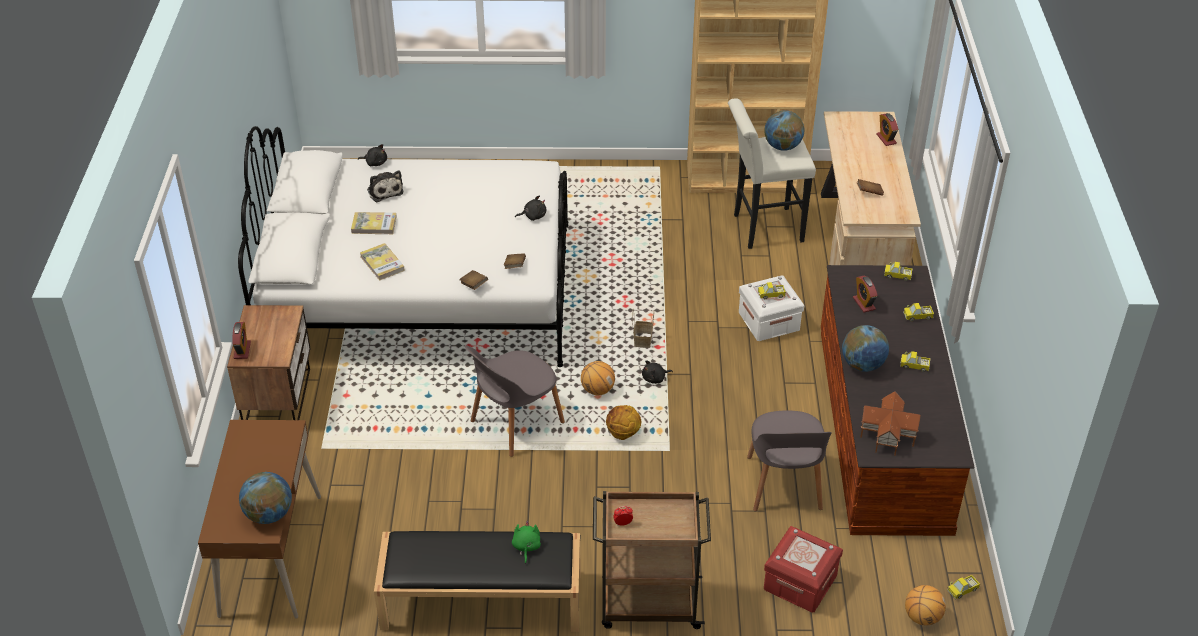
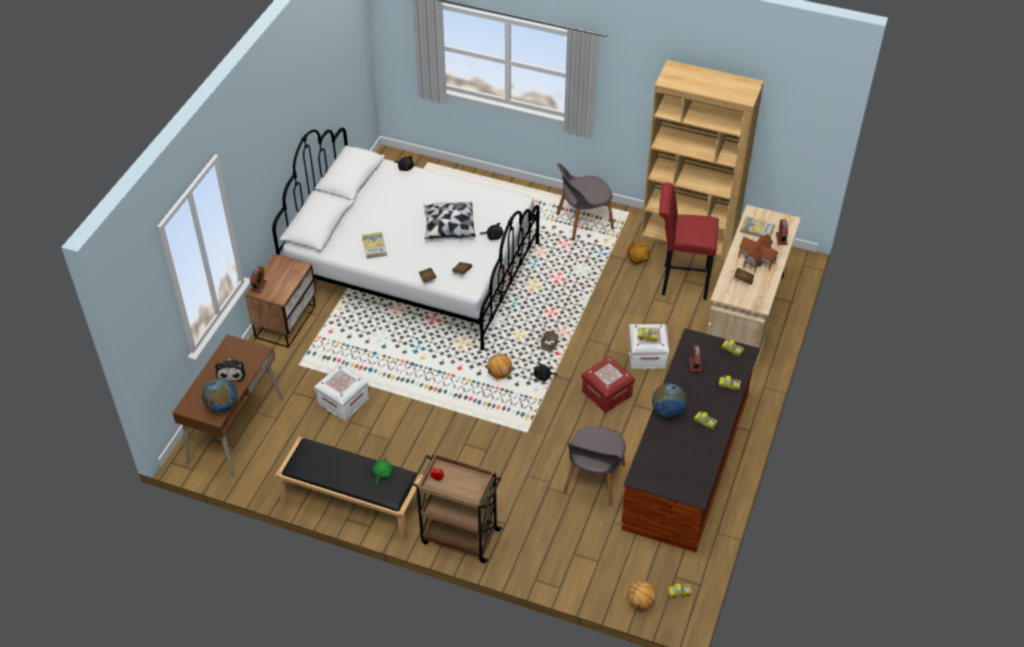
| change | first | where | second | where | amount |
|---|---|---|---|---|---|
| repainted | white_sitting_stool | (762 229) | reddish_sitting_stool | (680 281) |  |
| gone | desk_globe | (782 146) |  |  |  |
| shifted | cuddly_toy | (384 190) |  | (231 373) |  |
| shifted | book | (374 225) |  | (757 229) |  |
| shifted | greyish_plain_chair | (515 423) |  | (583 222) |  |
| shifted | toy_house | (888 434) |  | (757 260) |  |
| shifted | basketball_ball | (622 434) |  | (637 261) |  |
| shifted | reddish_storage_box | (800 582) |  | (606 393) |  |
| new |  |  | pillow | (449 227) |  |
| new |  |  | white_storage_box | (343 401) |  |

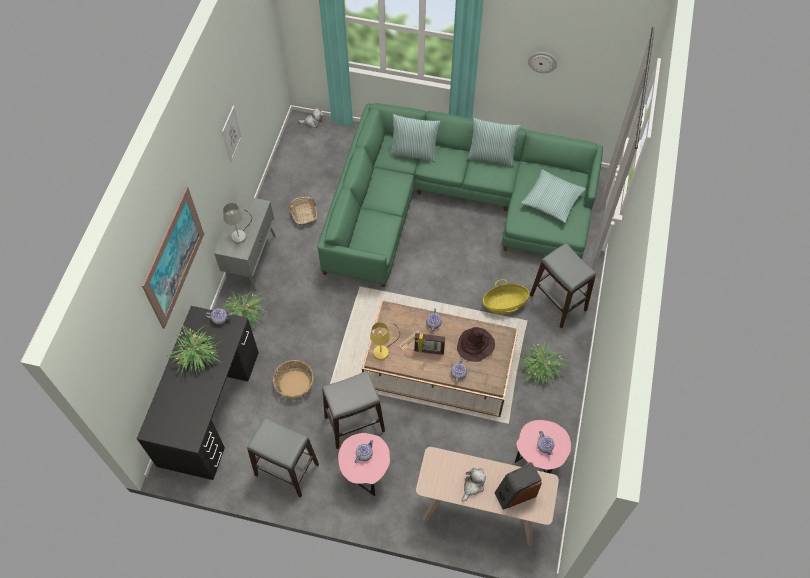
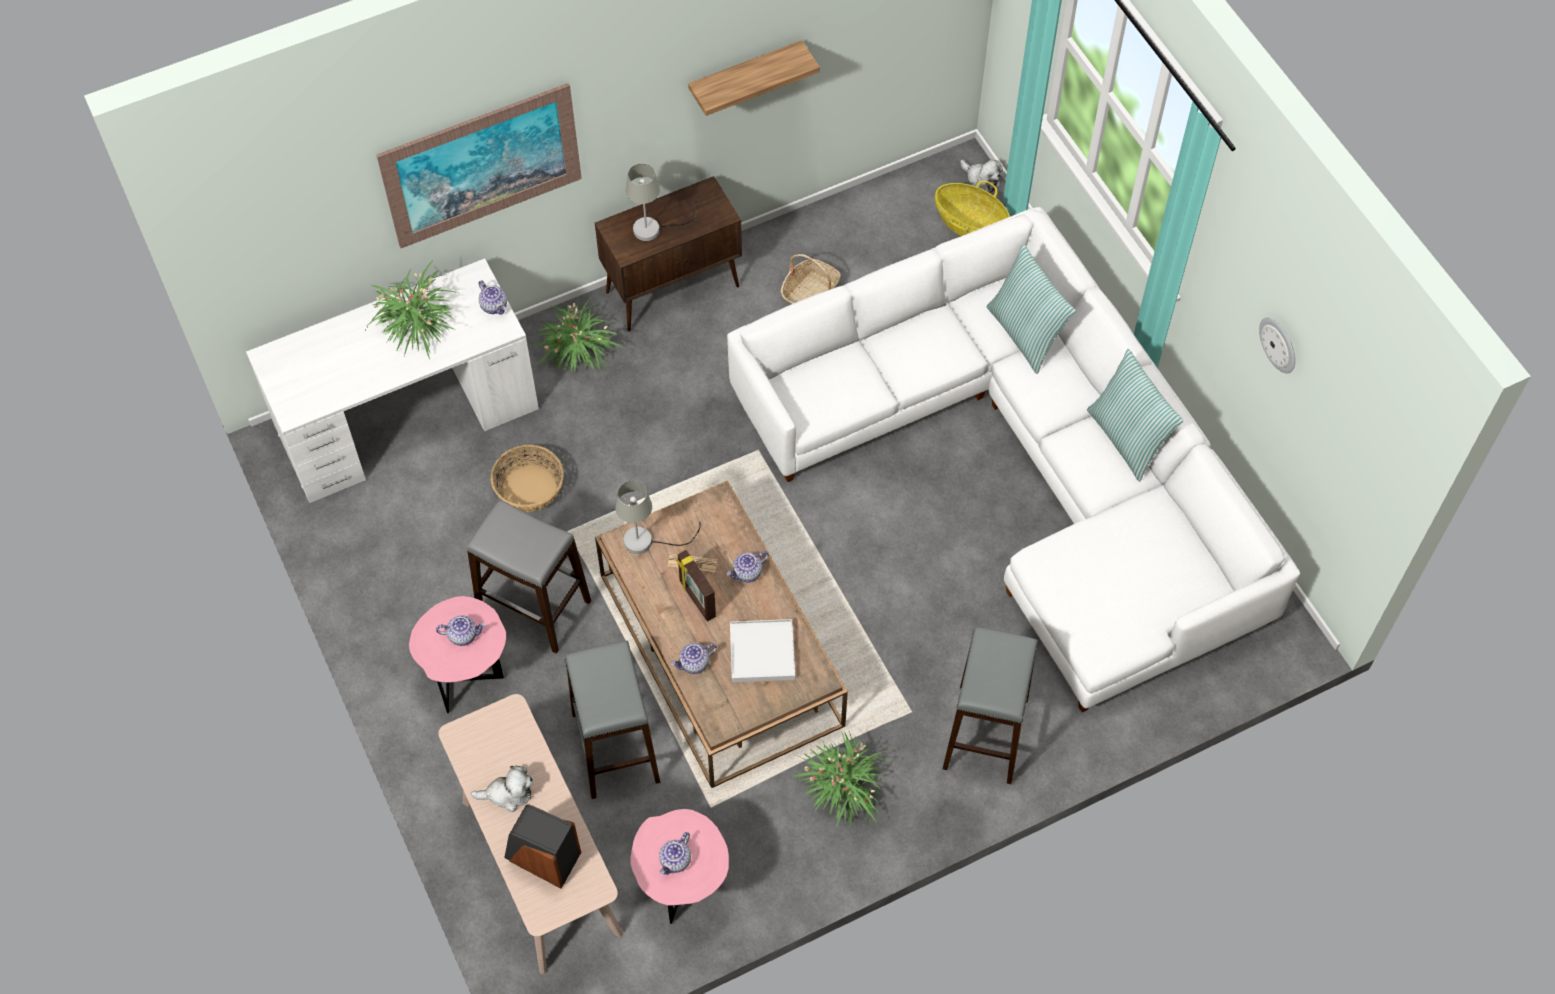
| change | first | where | second | where | amount |
|---|---|---|---|---|---|
| repainted | green-coloured_settee | (453 203) | white_settee | (1023 464) |  |
| swapped | wall_art | (231 134) | wall_shelf | (745 76) |  |
| gone | pillow | (552 200) |  |  |  |
| repainted | greyish_storage_cabinet | (252 260) | brown-coloured_storage_cabinet | (674 289) |  |
| shifted | household_basket | (504 304) |  | (970 224) |  |
| repainted | blackish_desk_unit | (210 407) | white_desk_unit | (408 417) |  |
| repainted | yellow-coloured_tabletop_lamp | (384 349) | greyish_tabletop_lamp | (647 541) |  |
| swapped | brown-coloured_clothing_hat | (475 345) | white_tray | (762 652) |  |
| shifted | greyish_sitting_stool | (286 470) |  | (615 747) |  |

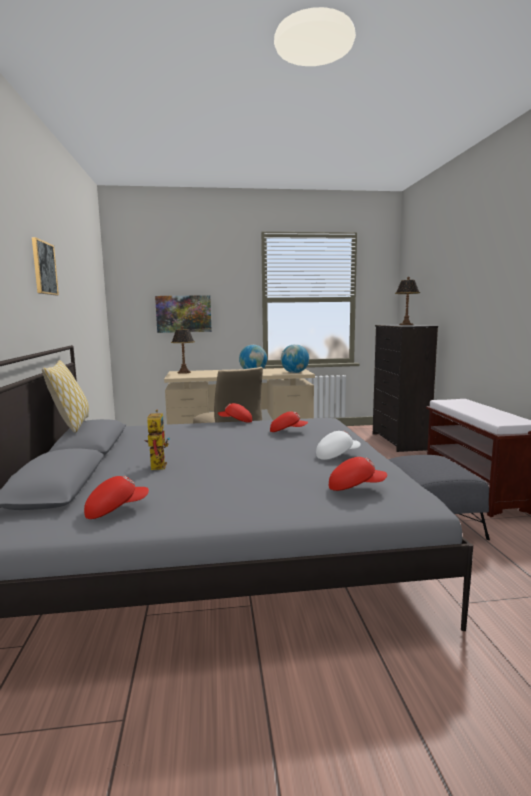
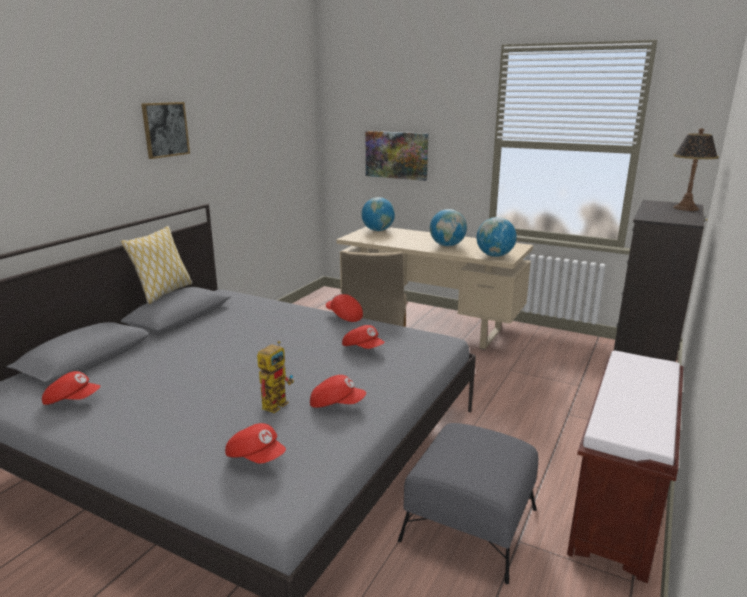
| change | first | where | second | where | amount |
|---|---|---|---|---|---|
| swapped | tabletop_lamp | (184 372) | desk_globe | (378 230) |  |
| shifted | toy_robot | (157 464) |  | (276 402) |  |
| repainted | white_cap | (337 455) | reddish_cap | (337 404) |  |

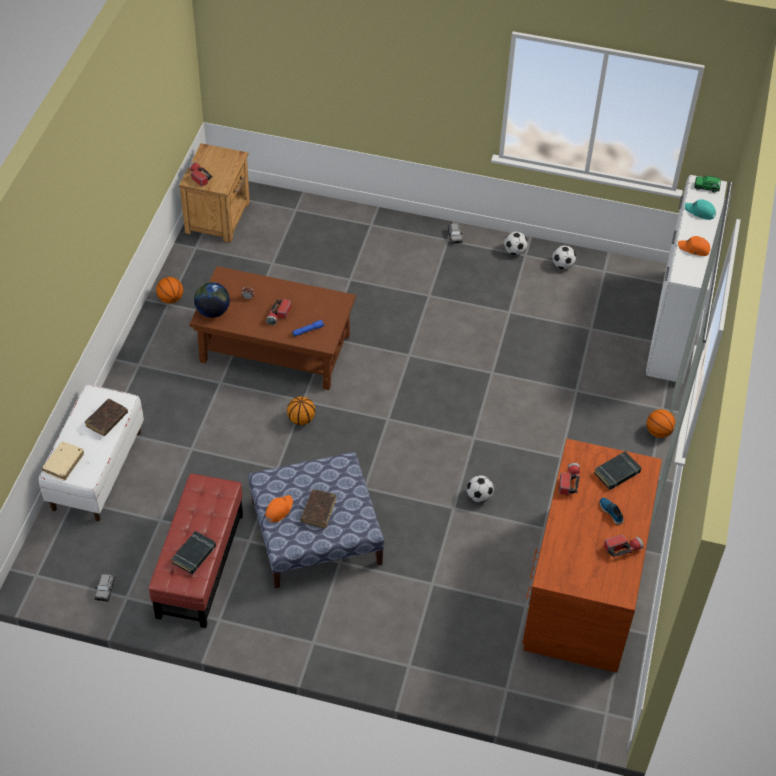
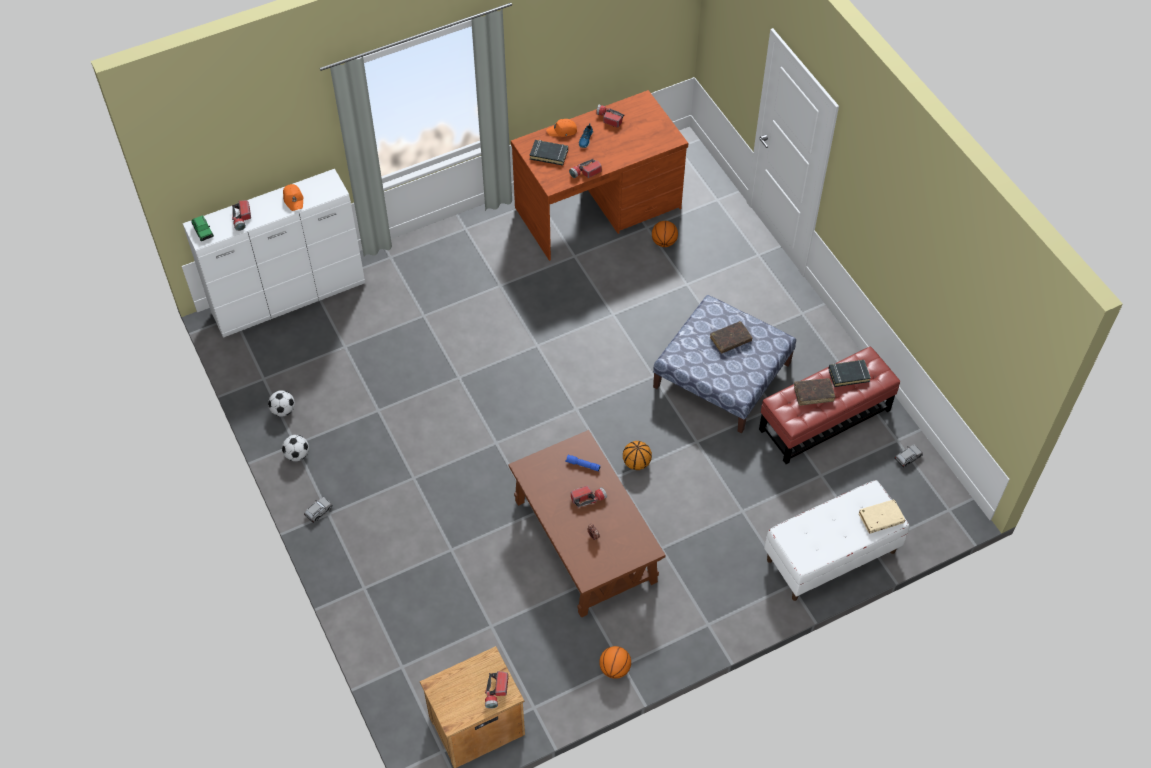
| change | first | where | second | where | amount |
|---|---|---|---|---|---|
| swapped | turquoise-coloured_cap | (700 212) | hand_torch | (242 219) |  |
| gone | desk_globe | (212 311) |  |  |  |
| shifted | brown-coloured_book | (107 420) |  | (813 394) |  |
| shifted | basketball_ball | (658 432) |  | (664 242) |  |
| gone | ball_for_football | (479 496) |  |  |  |
| shifted | orange-coloured_cap | (279 510) |  | (562 131) |  |

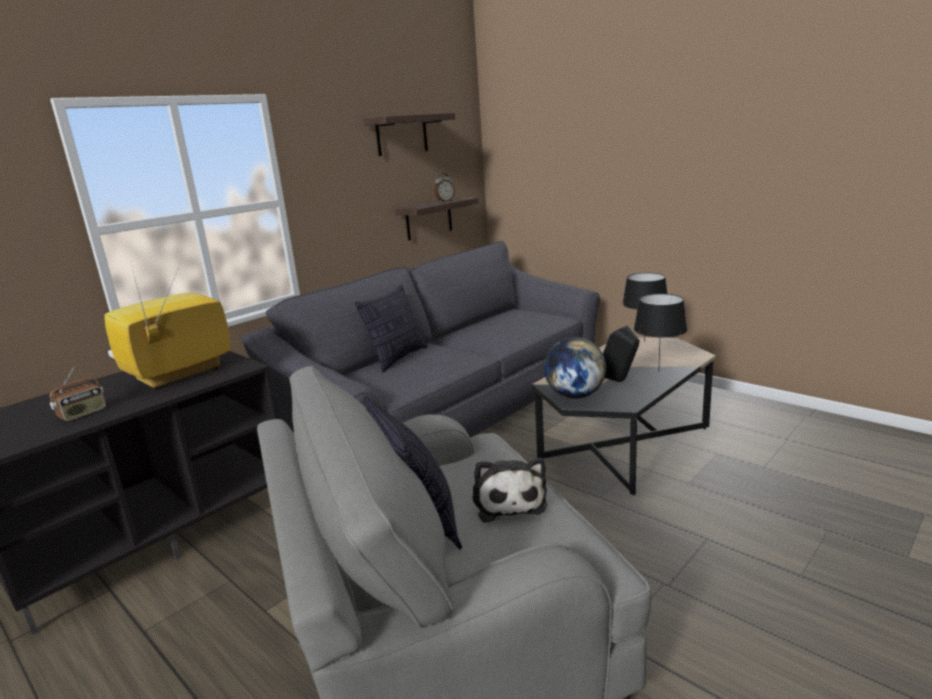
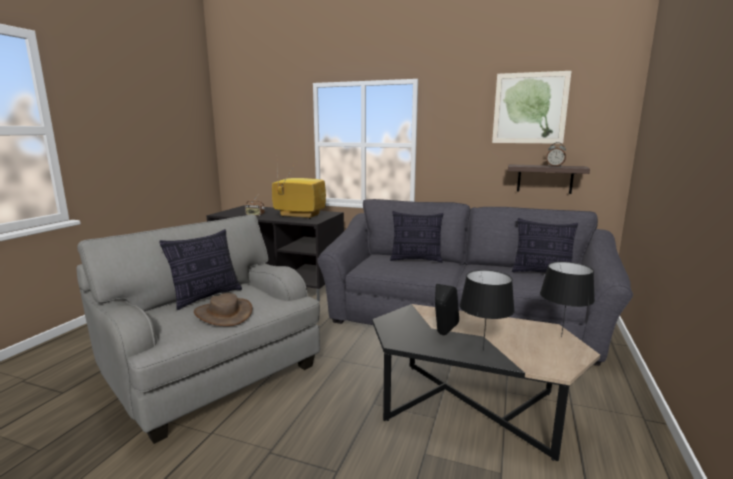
| change | first | where | second | where | amount |
|---|---|---|---|---|---|
| swapped | wall_shelf | (402 135) | wall_art | (530 108) |  |
| gone | desk_globe | (575 395) |  |  |  |
| swapped | cuddly_toy | (508 501) | brown-coloured_clothing_hat | (223 314) |  |
| new |  |  | pillow | (541 273) |  |

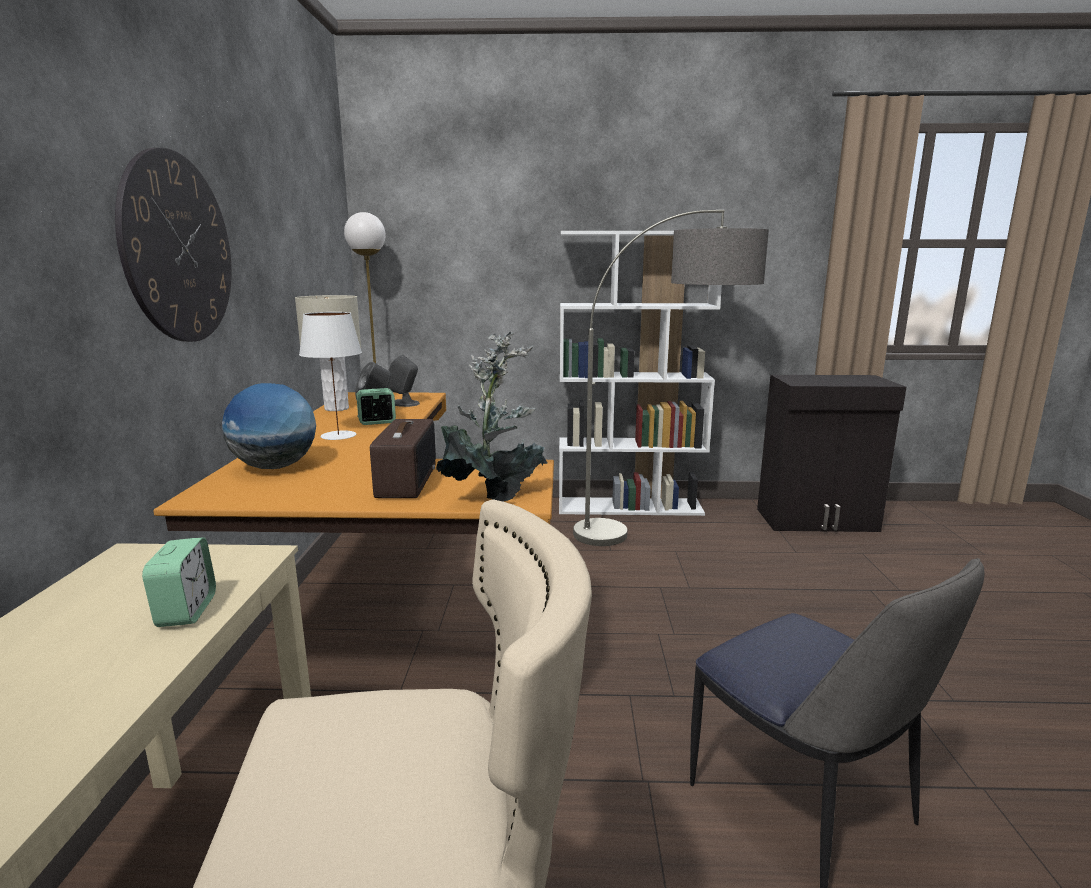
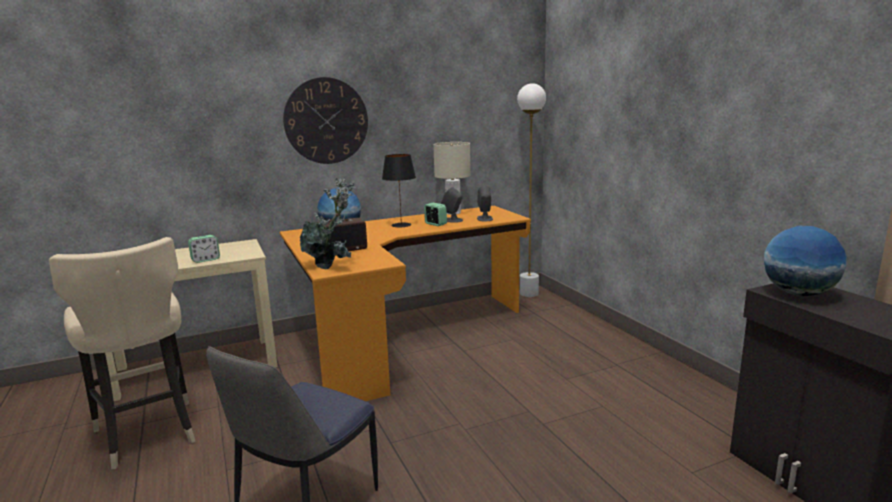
| change | first | where | second | where | amount |
|---|---|---|---|---|---|
| gone | floor_lamp | (665 535) |  |  |  |
| gone | white_bookshelf | (630 507) |  |  |  |
| repainted | white_tabletop_lamp | (337 435) | blackish_tabletop_lamp | (401 225) |  |
| new |  |  | desk_globe | (798 293) |  |

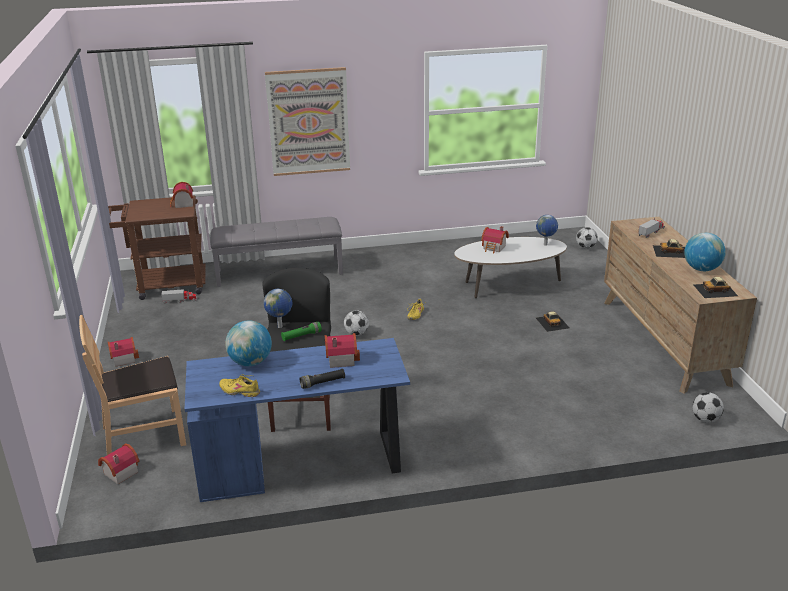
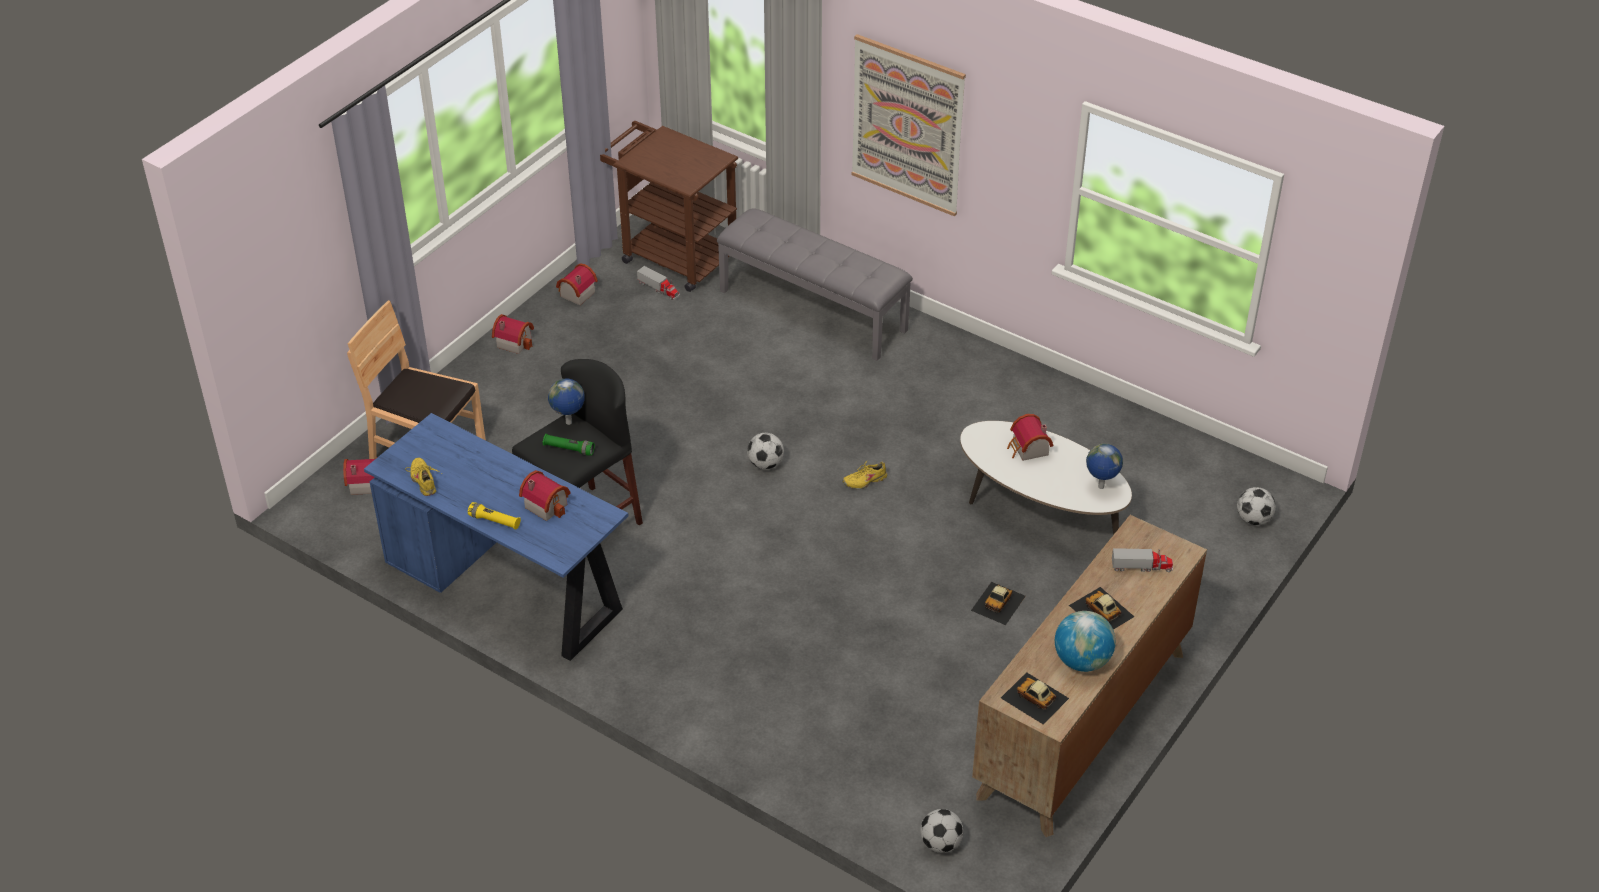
| change | first | where | second | where | amount |
|---|---|---|---|---|---|
| shifted | toy_house | (182 204) |  | (575 294) |  |
| gone | desk_globe | (250 362) |  |  |  |
| repainted | blackish_hand_torch | (322 383) | yellow-coloured_hand_torch | (494 521) |  |

